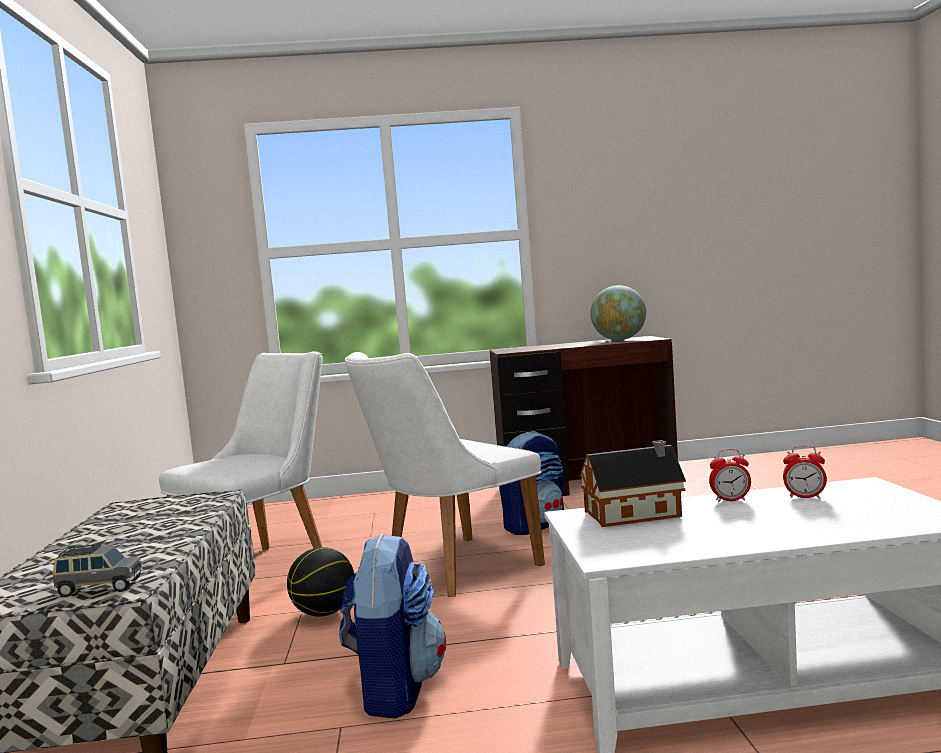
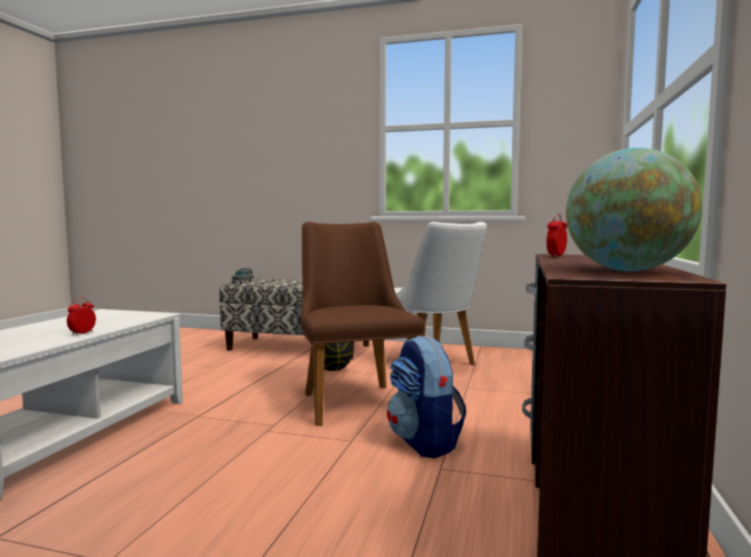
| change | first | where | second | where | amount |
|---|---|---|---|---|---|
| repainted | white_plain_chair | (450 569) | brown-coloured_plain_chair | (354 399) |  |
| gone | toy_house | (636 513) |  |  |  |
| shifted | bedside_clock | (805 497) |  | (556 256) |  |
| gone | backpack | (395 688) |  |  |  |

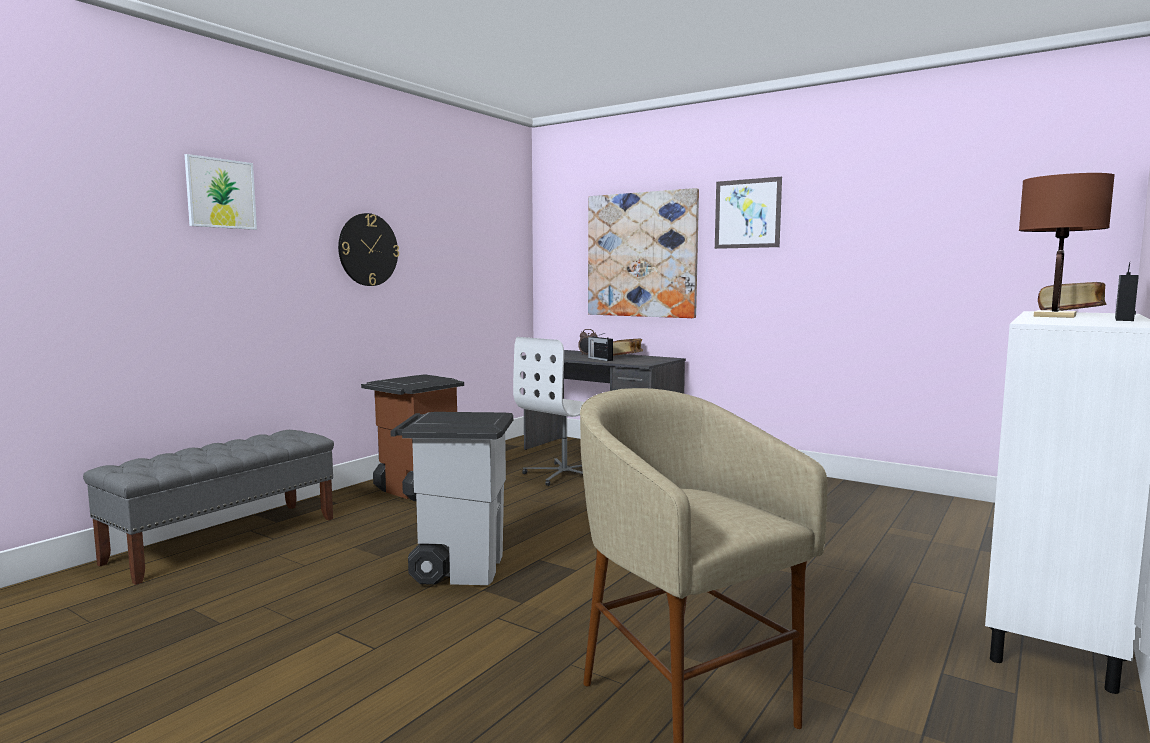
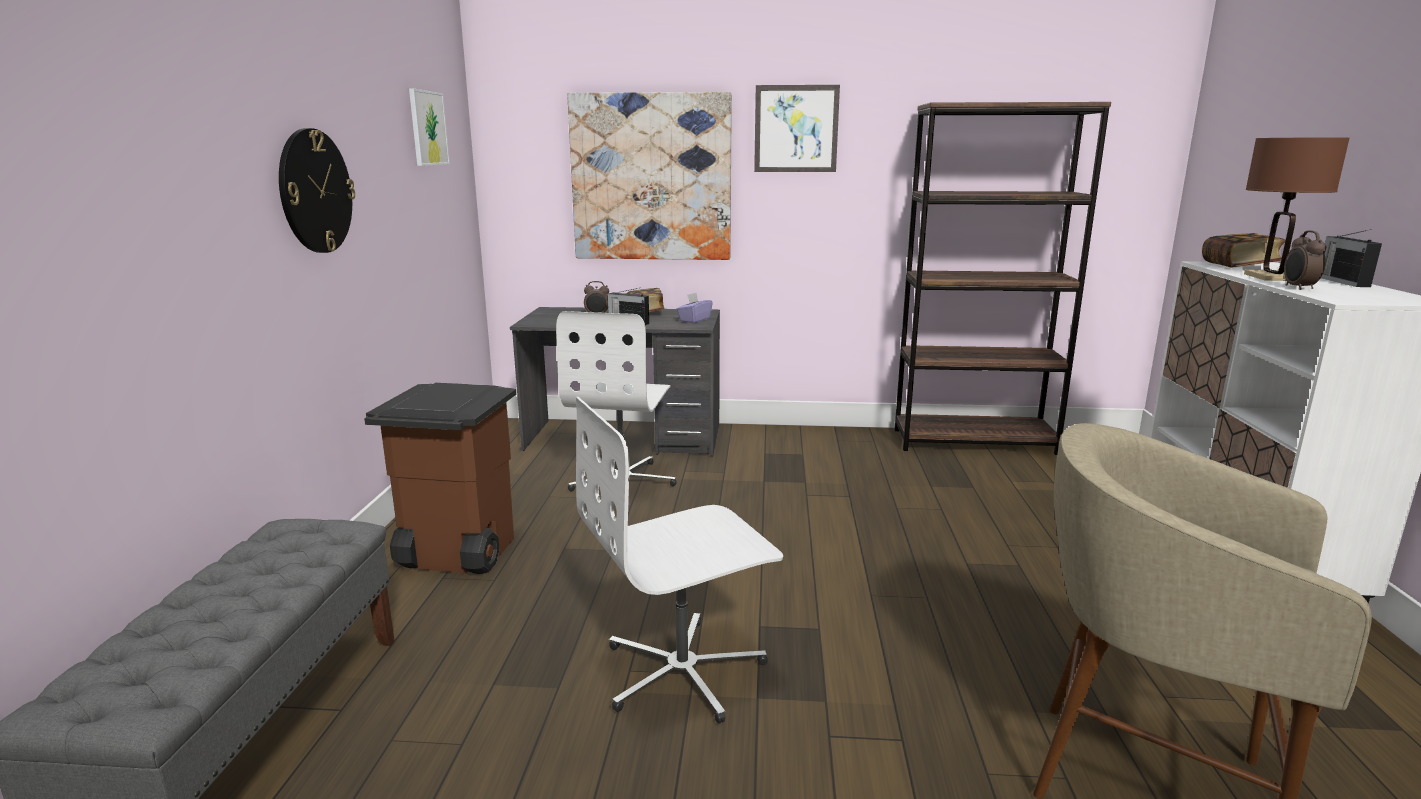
| change | first | where | second | where | amount |
|---|---|---|---|---|---|
| shifted | wall_art | (221 193) |  | (428 128) |  |
| swapped | greyish_rubbish_bin | (458 567) | white_office_chair | (683 672) |  |
| new |  |  | brown-coloured_bookshelf | (974 441) |  |
| new |  |  | bedside_clock | (1298 288) |  |
| new |  |  | purplish_box_of_tissues | (694 320) |  |

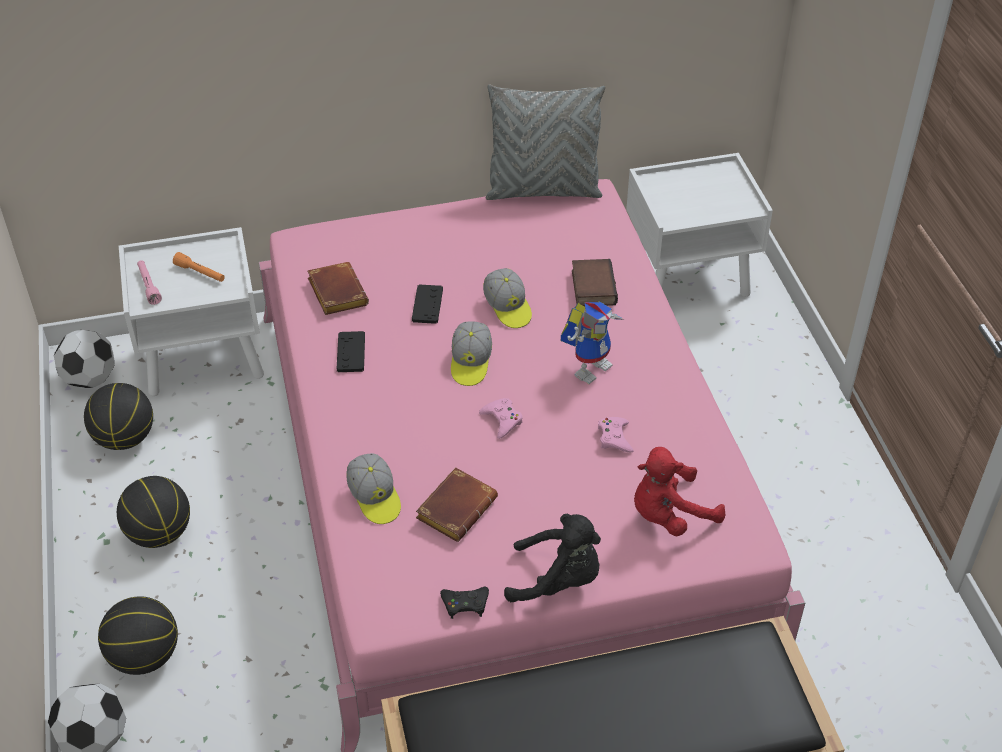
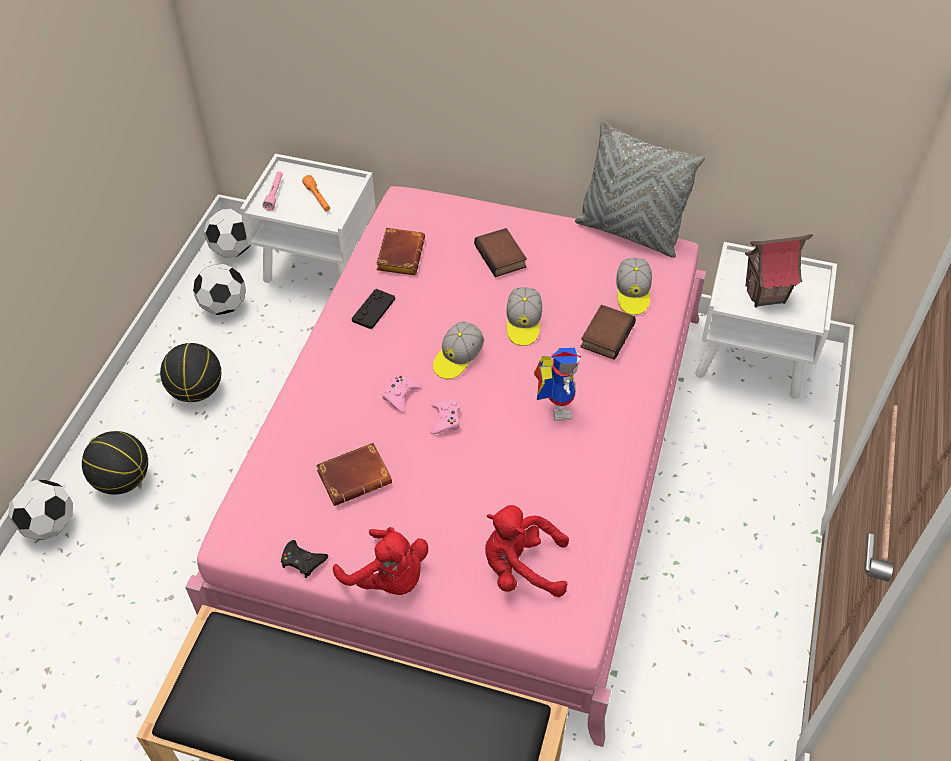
| change | first | where | second | where | amount |
|---|---|---|---|---|---|
| gone | blackish_game_controller | (427 305) |  |  |  |
| rotated | toy_robot | (590 366) |  | (554 404) | 75 degrees counterclockwise |
| swapped | basketball_ball | (124 438) | ball_for_football | (224 306) |  |
| shifted | pink_game_controller | (614 438) |  | (400 395) |  |
| shifted | cap | (374 497) |  | (632 293) |  |
| repainted | blackish_cuddly_toy | (558 580) | reddish_cuddly_toy | (388 578) |  |
| new |  |  | book | (502 257) |  |
| new |  |  | toy_house | (765 294) |  |

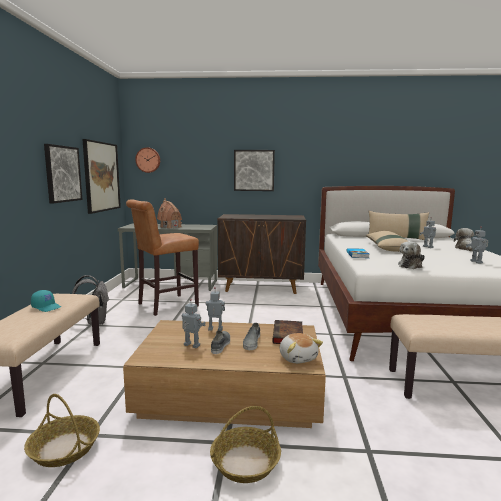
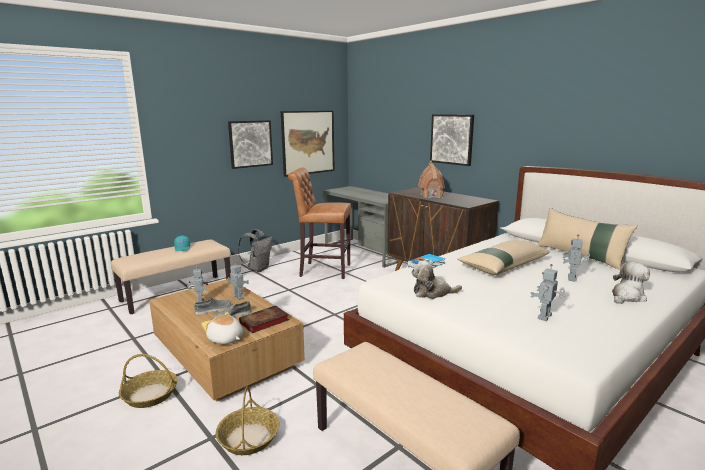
| change | first | where | second | where | amount |
|---|---|---|---|---|---|
| gone | hanging_clock | (148 160) |  |  |  |
| shifted | toy_house | (170 227) |  | (431 196) |  |
| rotated | cuddly_toy | (298 358) |  | (225 339) | 105 degrees clockwise |
| shifted | household_basket | (64 448) |  | (248 437) |  |

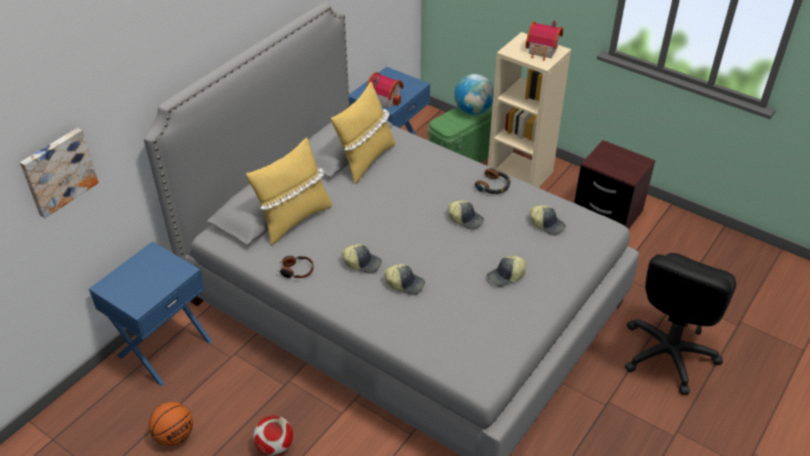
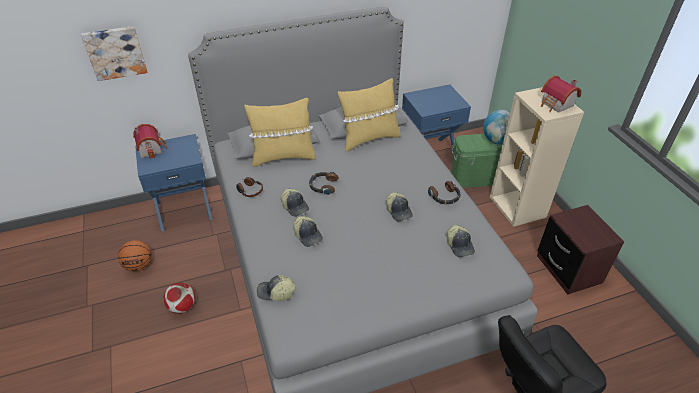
| change | first | where | second | where | amount |
|---|---|---|---|---|---|
| shifted | toy_house | (385 98) |  | (152 149) |  |
| shifted | cap | (506 276) |  | (276 292) |  |
| new |  |  | headset | (323 185) |  |

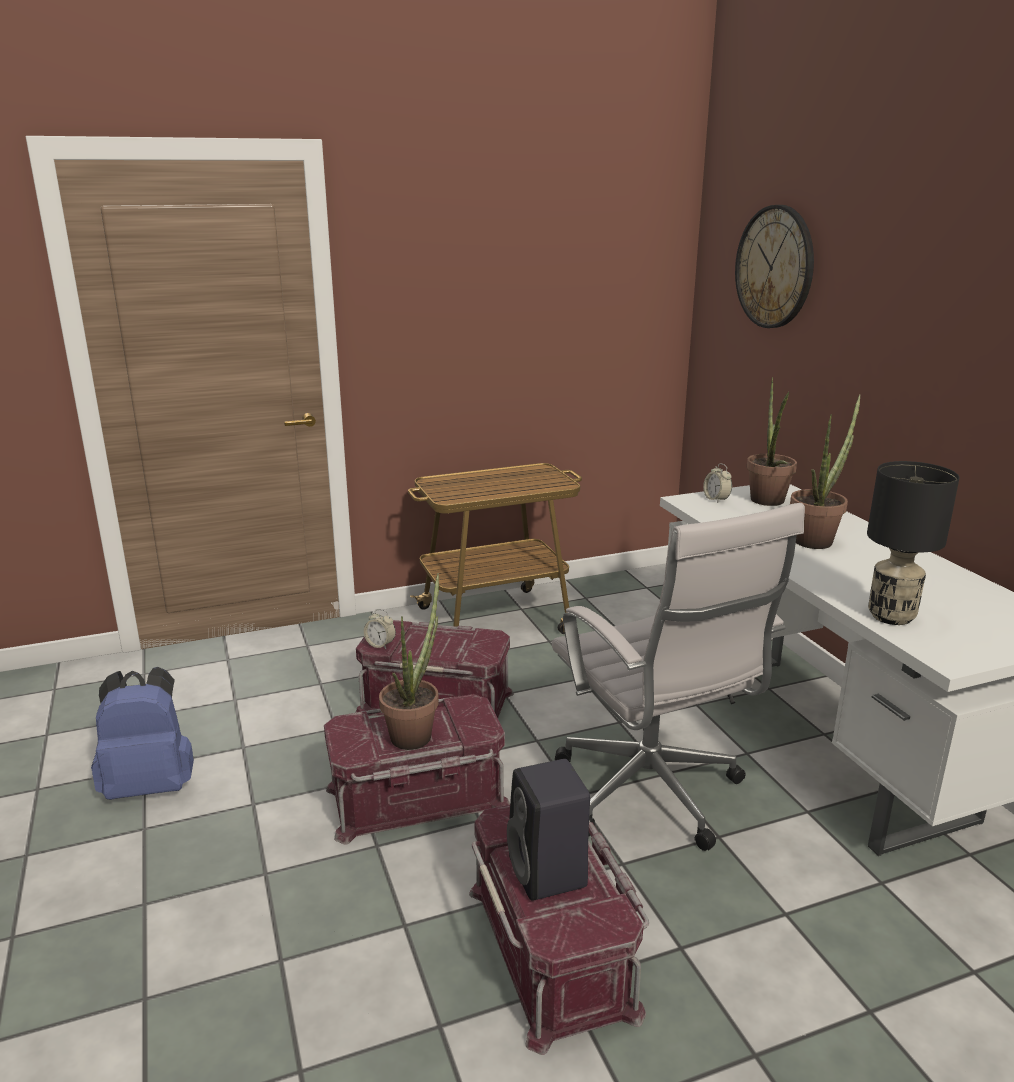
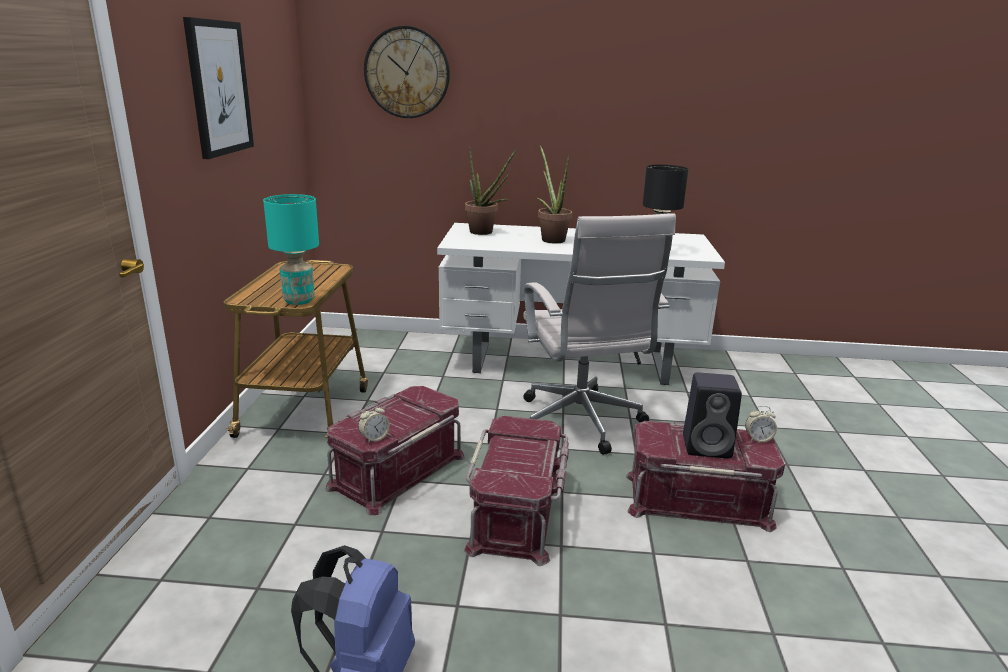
| change | first | where | second | where | amount |
|---|---|---|---|---|---|
| shifted | bedside_clock | (716 499) |  | (758 439) |  |
| rotated | white_office_chair | (652 796) |  | (581 424) | 75 degrees clockwise |
| gone | houseplant | (415 732) |  |  |  |
| new |  |  | wall_art | (219 88) |  |
| new |  |  | turquoise-coloured_tabletop_lamp | (299 300) |  |

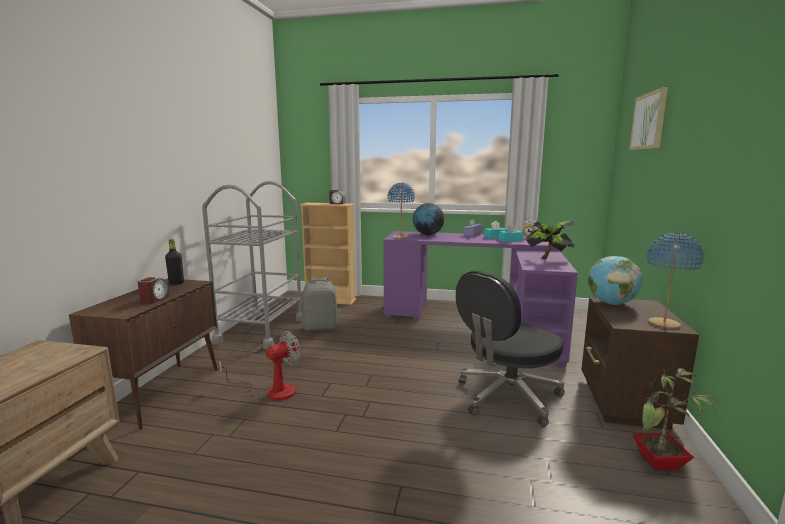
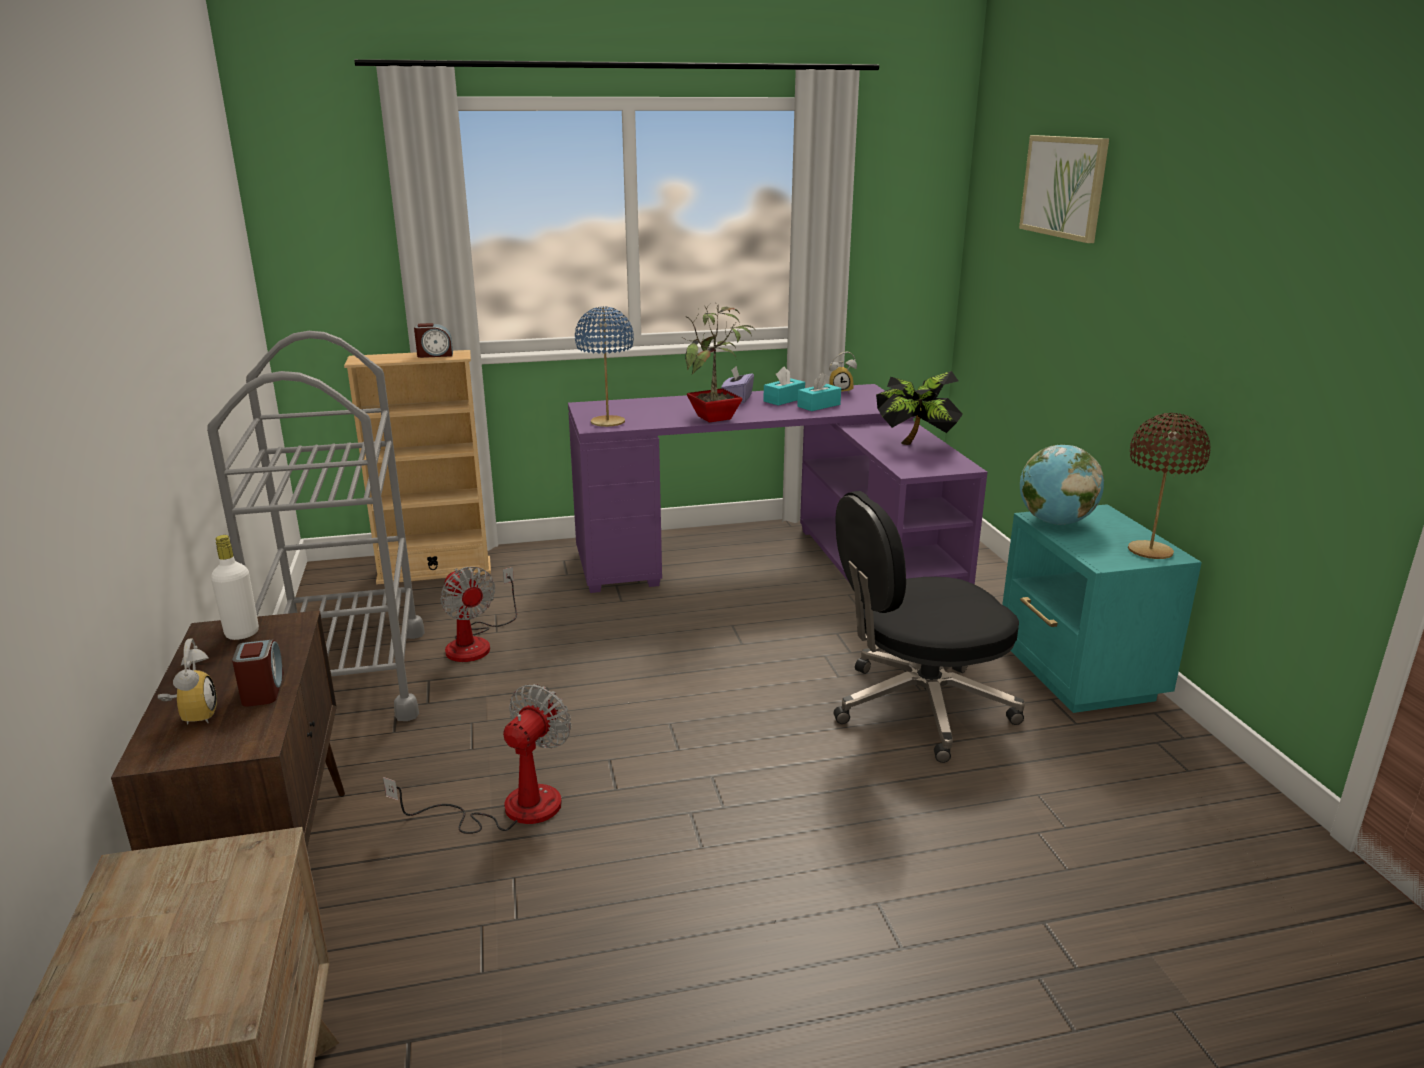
| change | first | where | second | where | amount |
|---|---|---|---|---|---|
| gone | desk_globe | (427 234) |  |  |  |
| repainted | bluish_tabletop_lamp | (664 324) | brown-coloured_tabletop_lamp | (1150 551) |  |
| repainted | blackish_beverage_bottle | (176 283) | white_beverage_bottle | (242 633) |  |
| rotated | blackish_office_chair | (507 397) |  | (918 708) | 45 degrees clockwise |
| swapped | greyish_backpack | (321 327) | cooling_fan | (476 642) |  |
| repainted | brown-coloured_nightstand | (624 404) | turquoise-coloured_nightstand | (1078 675) |  |
| shifted | houseplant | (660 464) |  | (715 418) |  |
| new |  |  | bedside_clock | (193 716) |  |

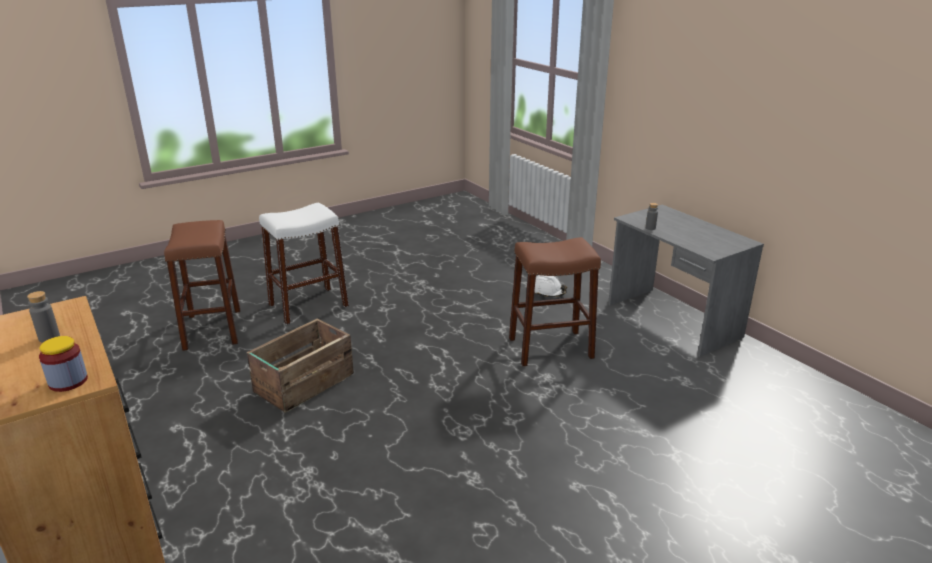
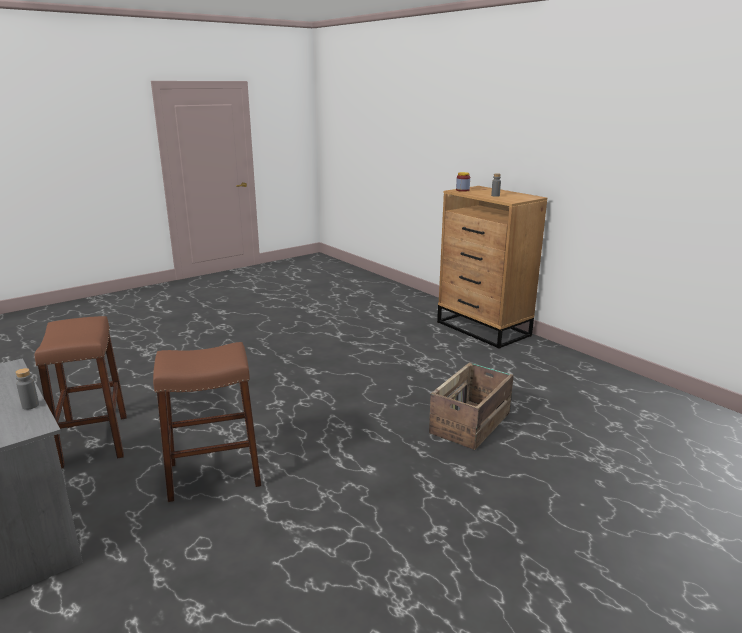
| change | first | where | second | where | amount |
|---|---|---|---|---|---|
| gone | white_sitting_stool | (308 305) |  |  |  |
| shifted | brown-coloured_sitting_stool | (212 329) |  | (94 441) |  |
| gone | white_hard_hat | (547 292) |  |  |  |

